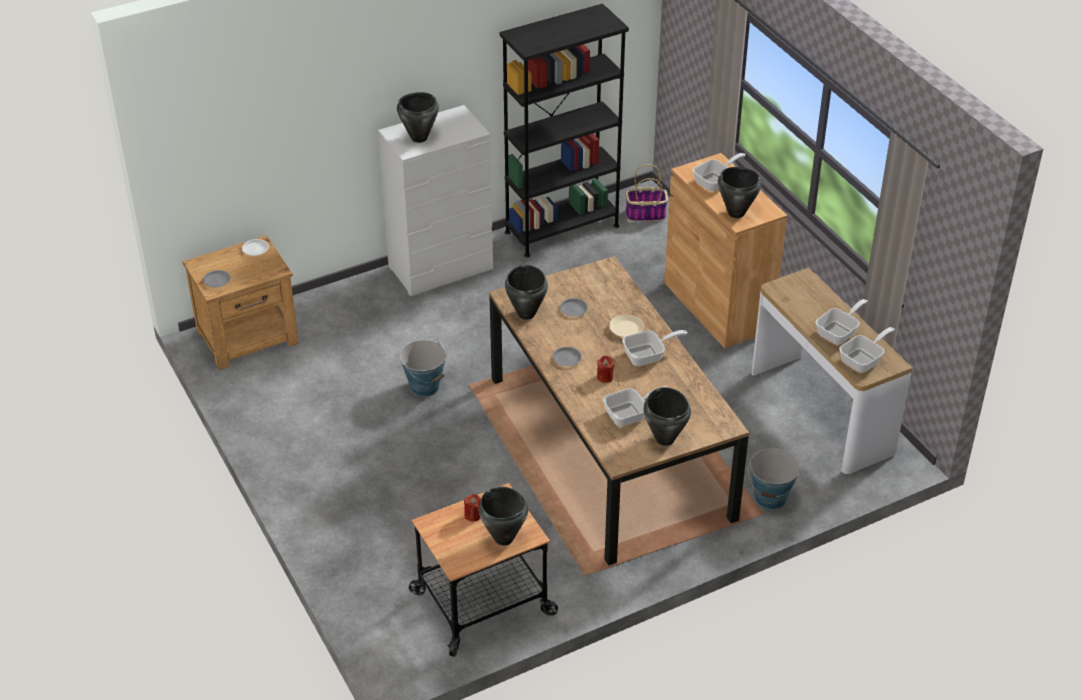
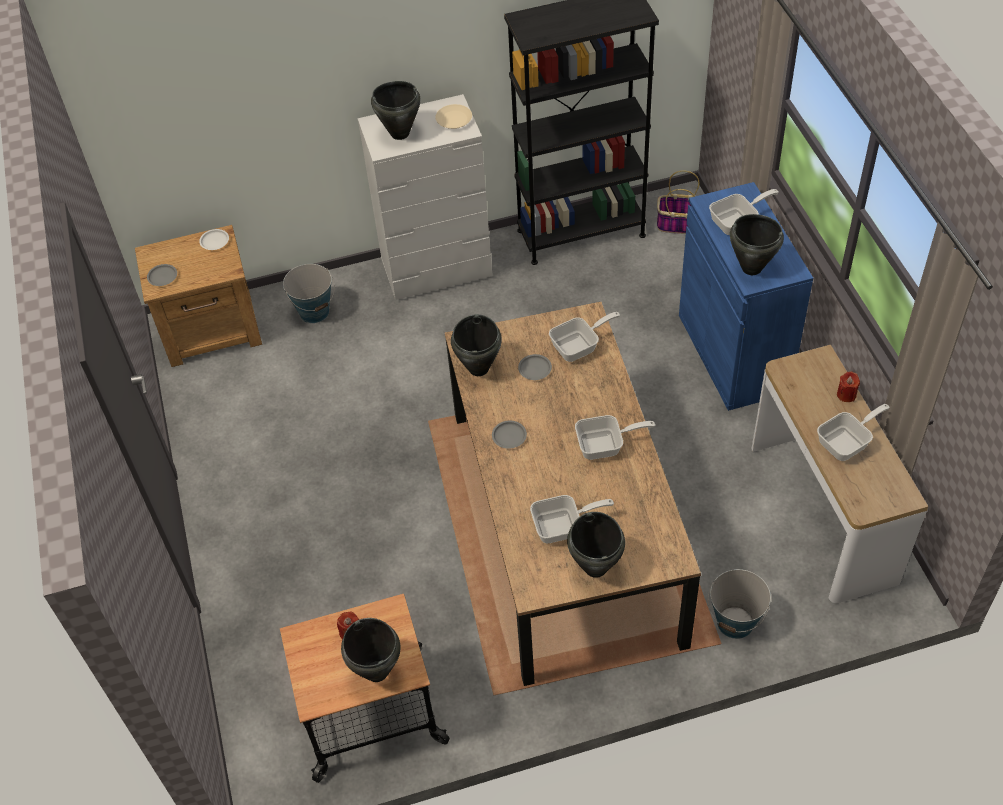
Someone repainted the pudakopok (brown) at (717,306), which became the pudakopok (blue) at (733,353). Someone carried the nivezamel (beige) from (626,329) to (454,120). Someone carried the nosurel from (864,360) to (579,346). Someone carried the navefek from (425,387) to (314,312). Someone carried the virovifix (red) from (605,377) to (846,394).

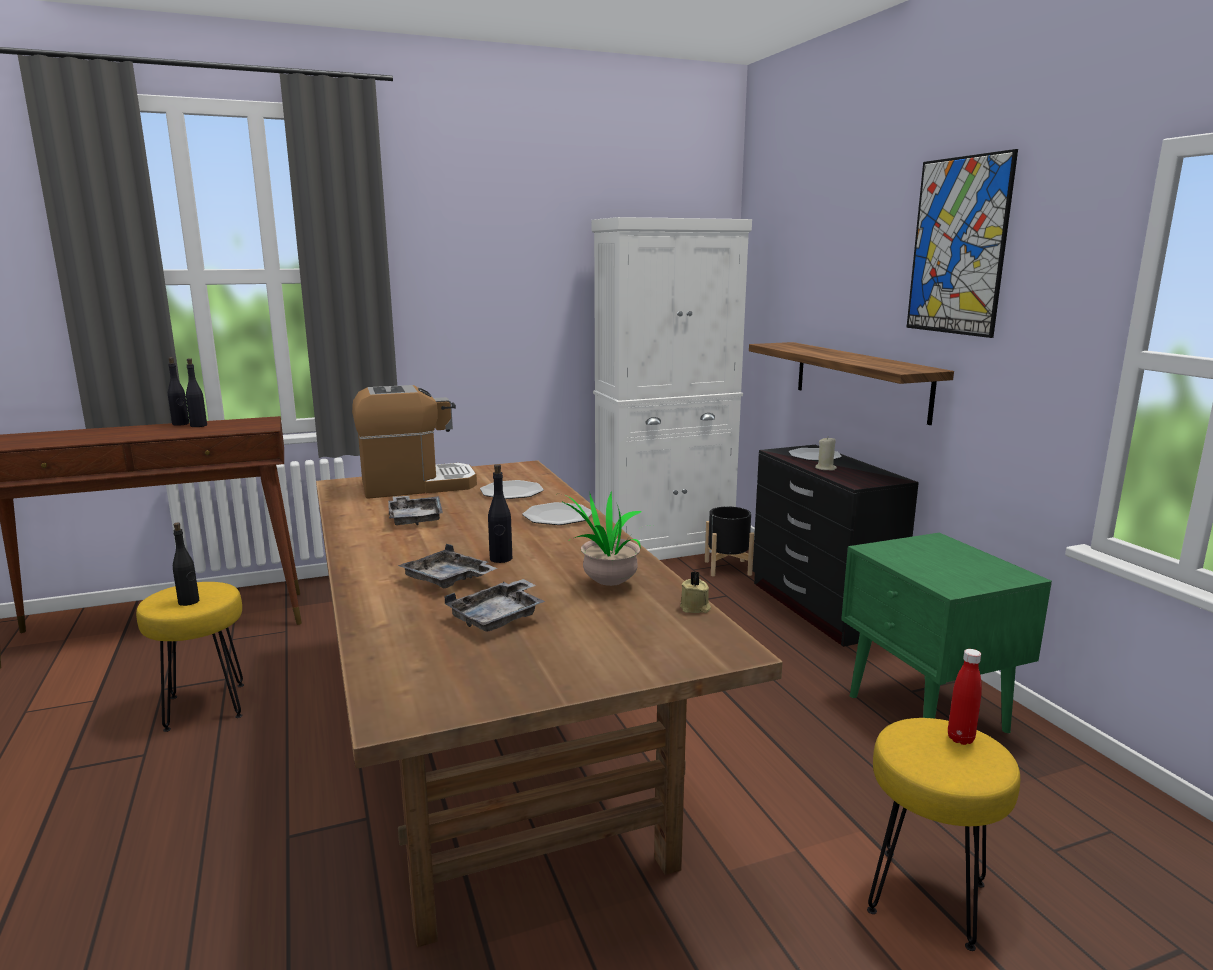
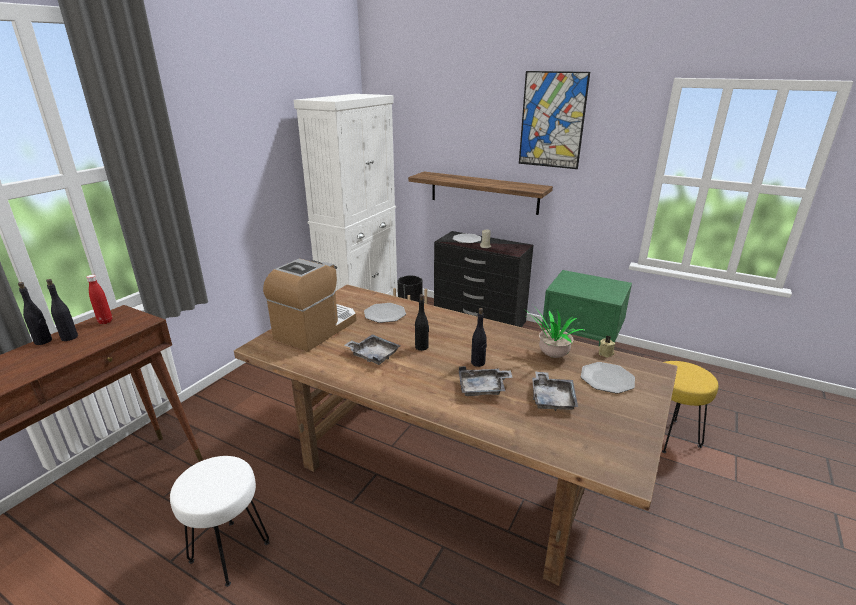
Someone carried the nivezamel from (558,516) to (607,379). Someone carried the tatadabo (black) from (189,602) to (422,347). Someone repainted the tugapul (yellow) at (204,706), which became the tugapul (white) at (228,552). Someone carried the tatadabo (red) from (960,738) to (105,321).

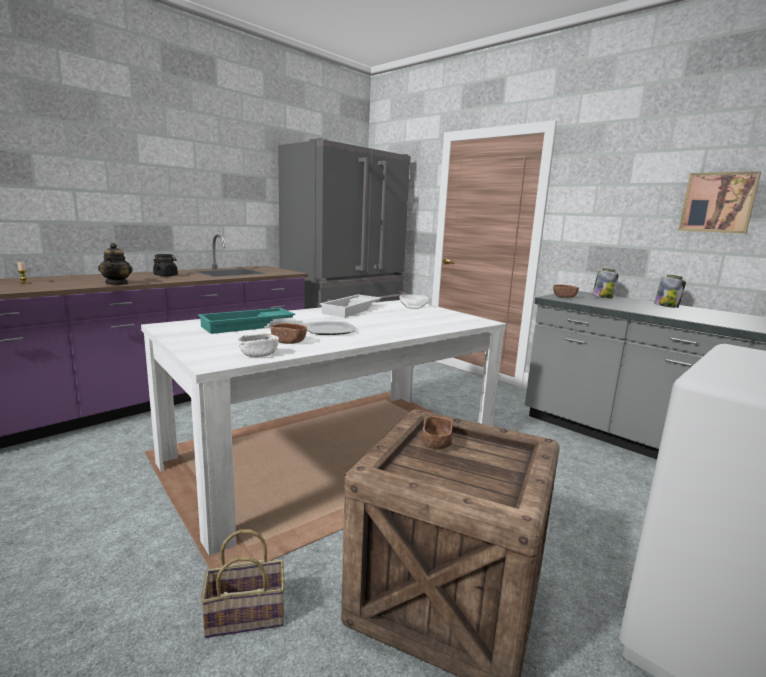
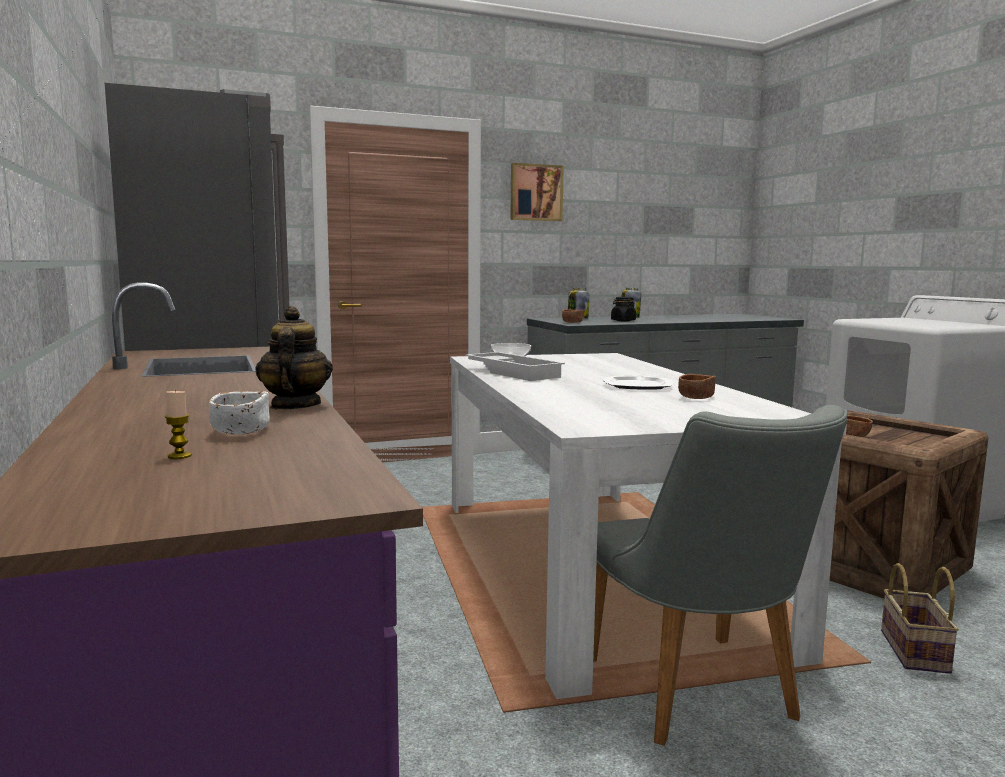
Someone carried the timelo from (718,202) to (535,192). Someone rotated the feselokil at (117,283) by 105 degrees counterclockwise. Someone carried the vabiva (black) from (166,275) to (623,320). Someone took away the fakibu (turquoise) at (247,326). Someone carried the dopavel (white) from (258,355) to (241,431). Someone put down the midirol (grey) at (700,698).

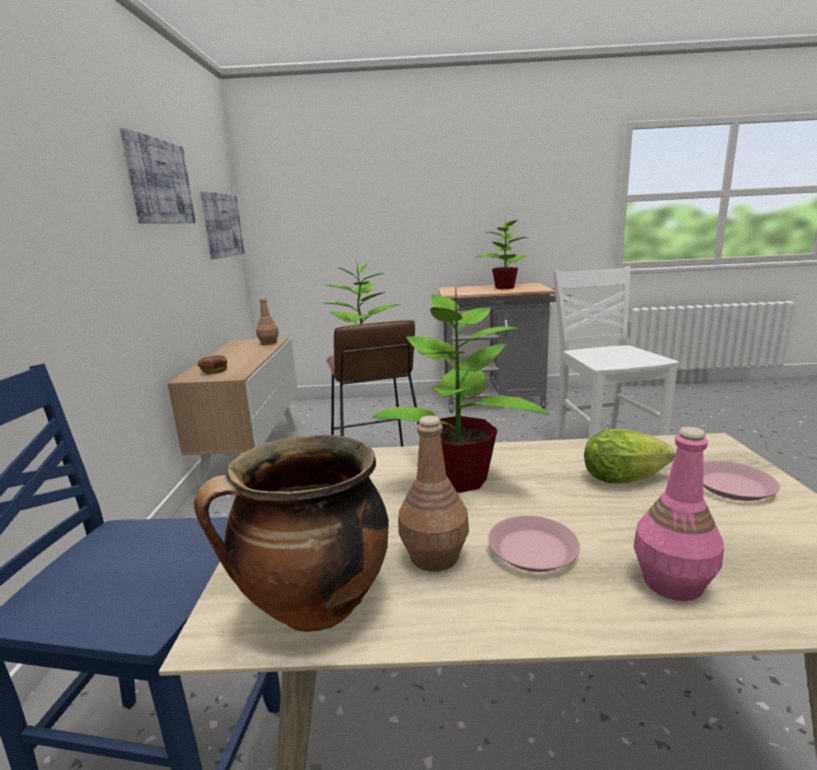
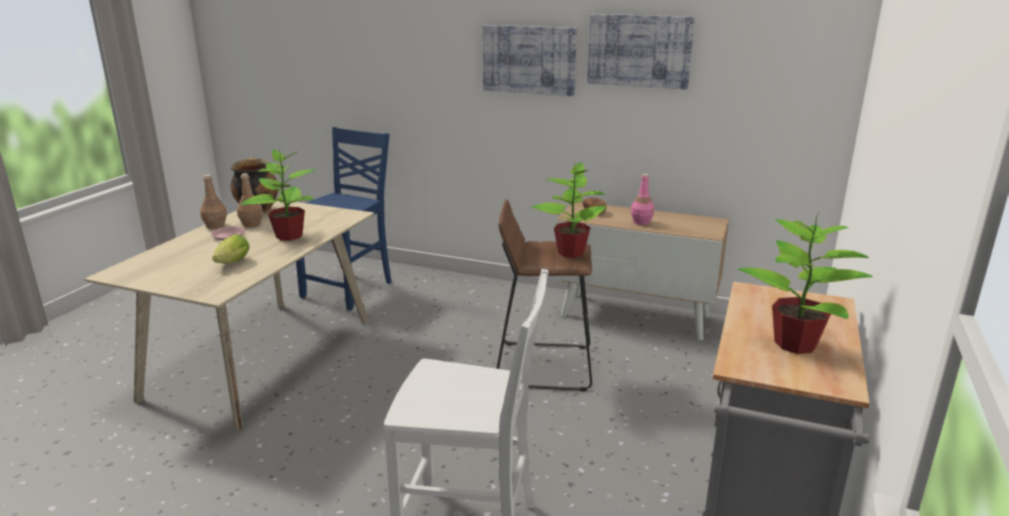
Someone carried the timelo from (222,225) to (529,59). Someone carried the tatadabo (brown) from (268,343) to (215,225). Someone carried the tatadabo (pink) from (671,582) to (641,222). Someone took away the nivezamel (pink) at (732,486).

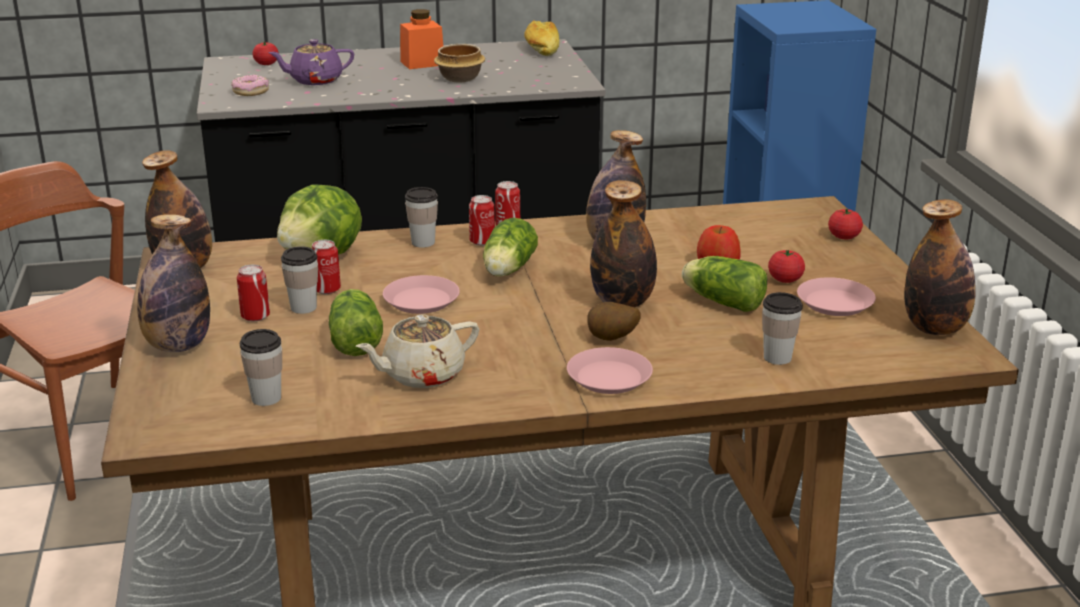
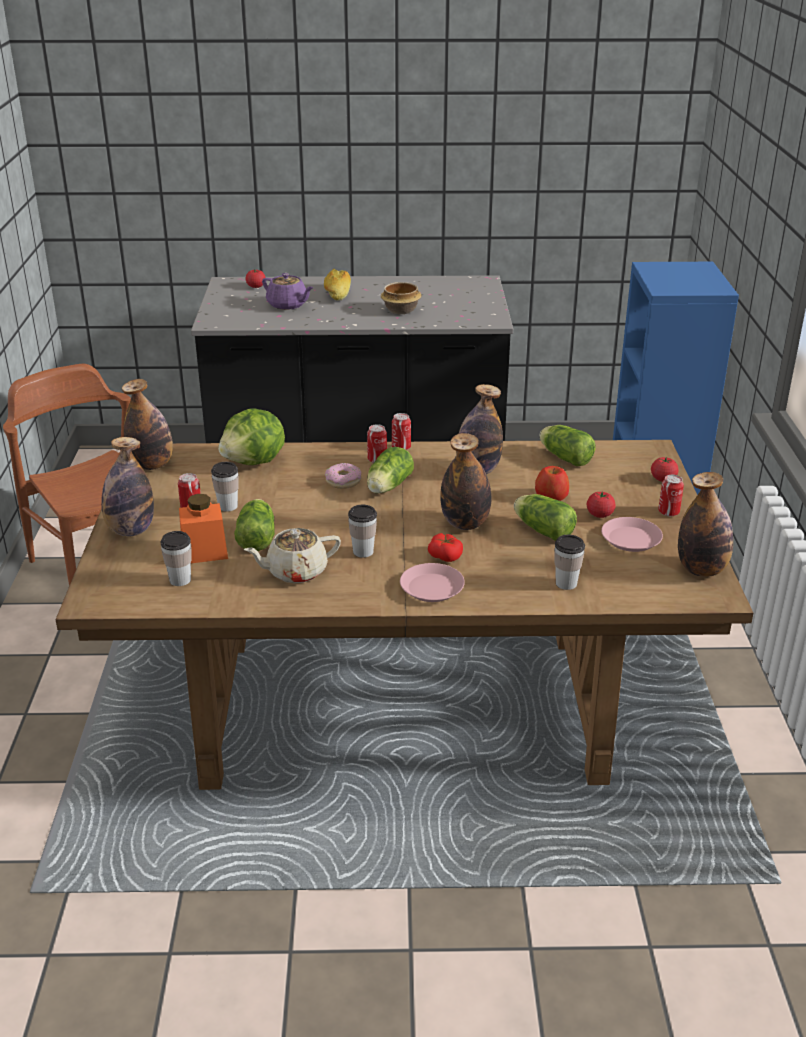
Someone carried the vabiva (orange) from (422,63) to (204,552). Someone carried the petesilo from (541,50) to (337,294). Someone rotated the feselokil (purple) at (315,80) by 135 degrees counterclockwise. Someone carried the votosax from (250,91) to (343,481). Someone carried the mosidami from (423,242) to (363,552). Someone carried the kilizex from (327,289) to (668,512). Someone took away the nivezamel (pink) at (421,300). Someone swapped the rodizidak at (611,340) for the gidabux at (445,556). Someone put down the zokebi at (564,457).

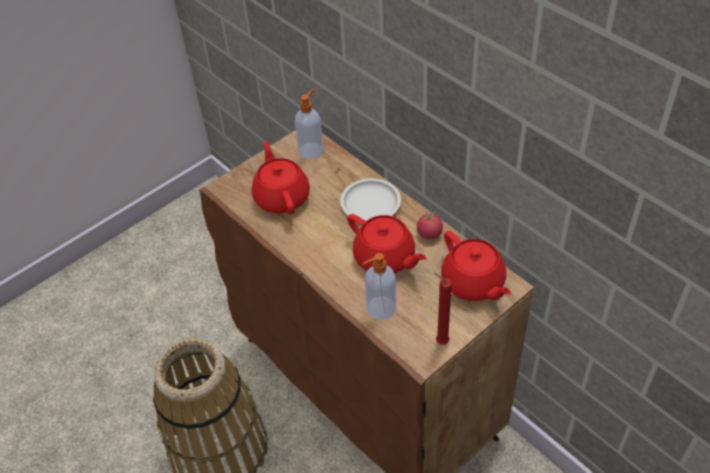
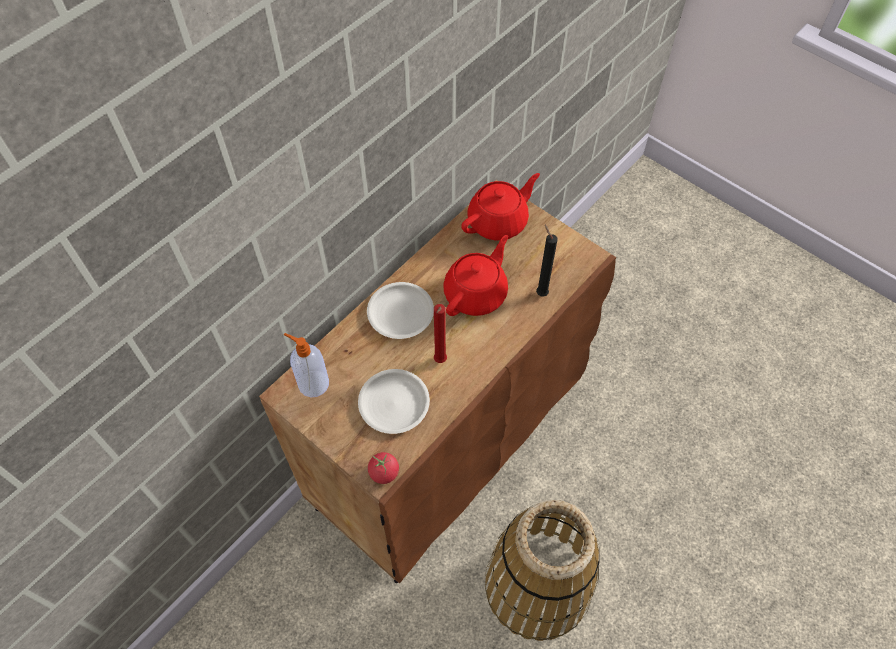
Someone swapped the feselokil (red) at (282,197) for the nivezamel (white) at (394,404). Someone carried the gidabux from (429,233) to (384,472). Someone swapped the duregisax at (380,309) for the virovifix (black) at (540,292). Someone carried the virovifix (red) from (440,341) to (439,362).

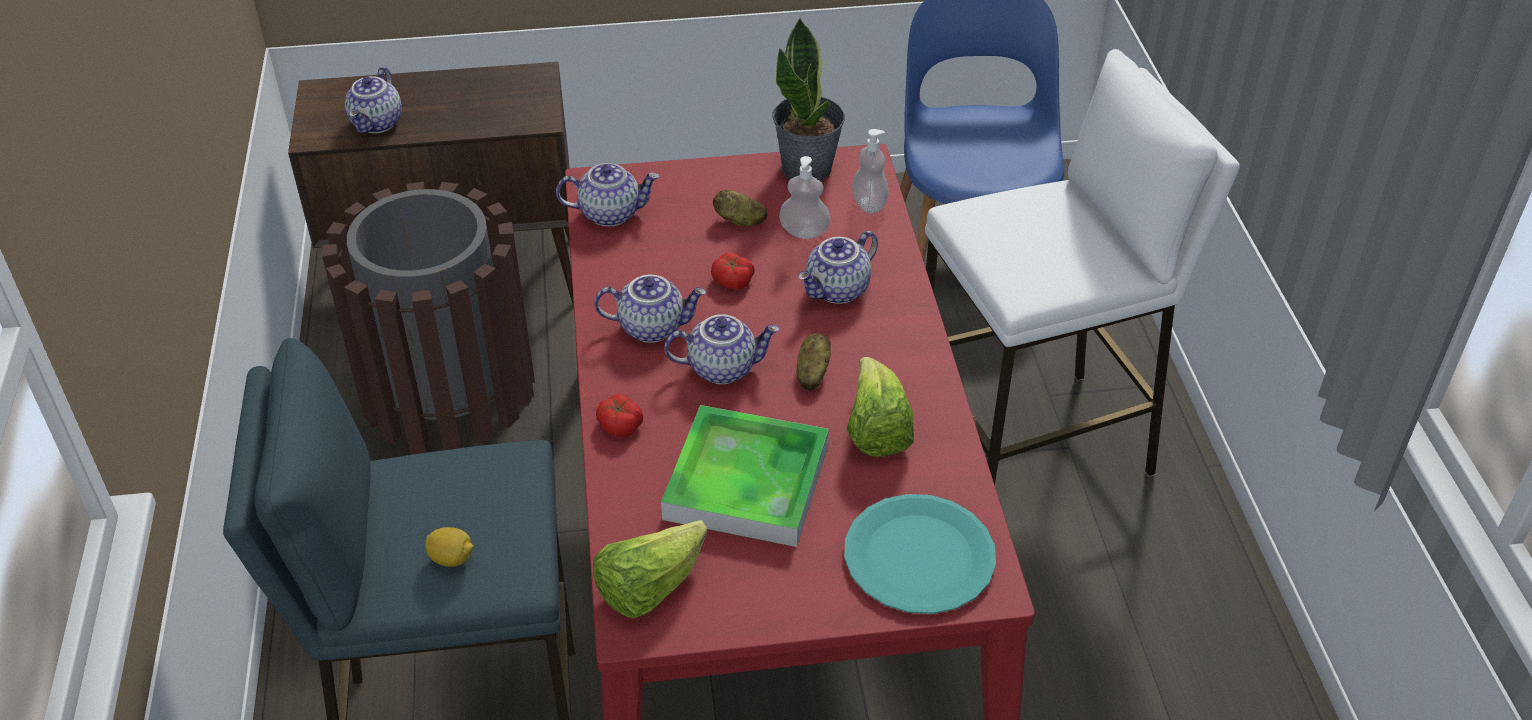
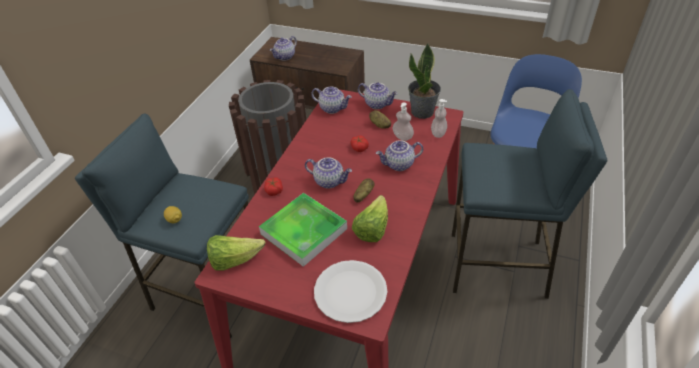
Someone repainted the tugapul (white) at (1034,448), which became the tugapul (blue) at (498,266). Someone carried the feselokil from (652,327) to (377,104). Someone repainted the nivezamel (turquoise) at (919,556), which became the nivezamel (white) at (350,292).

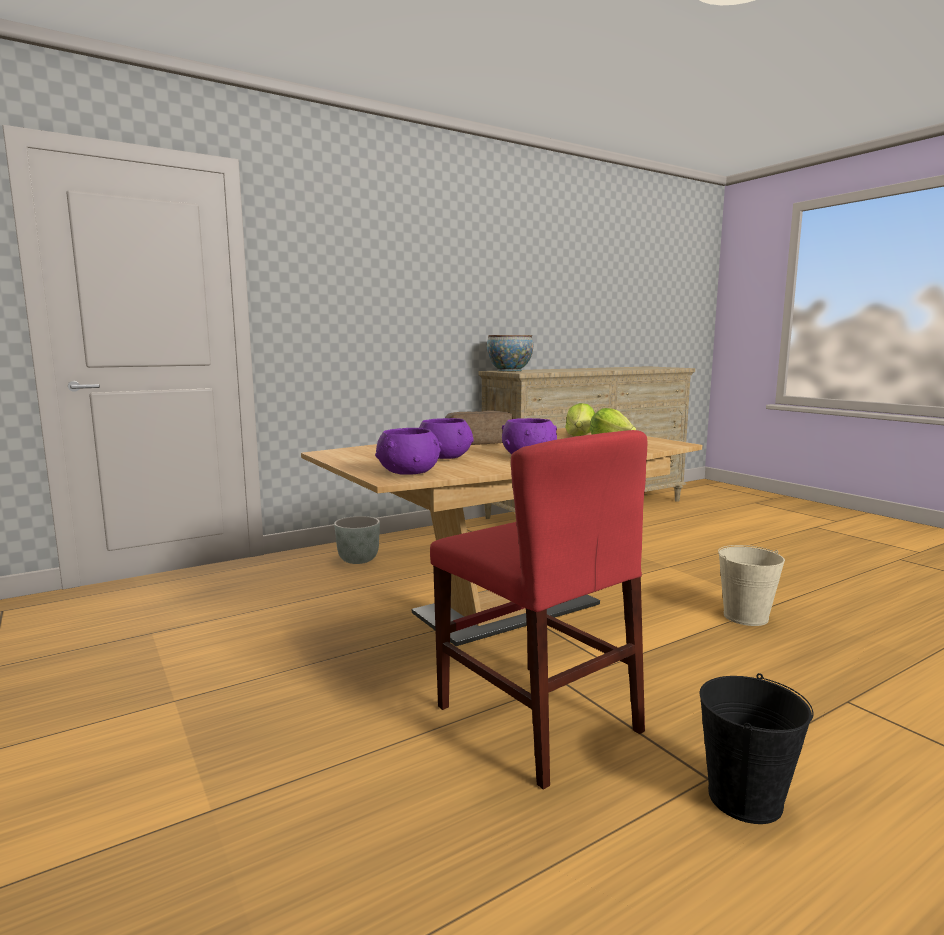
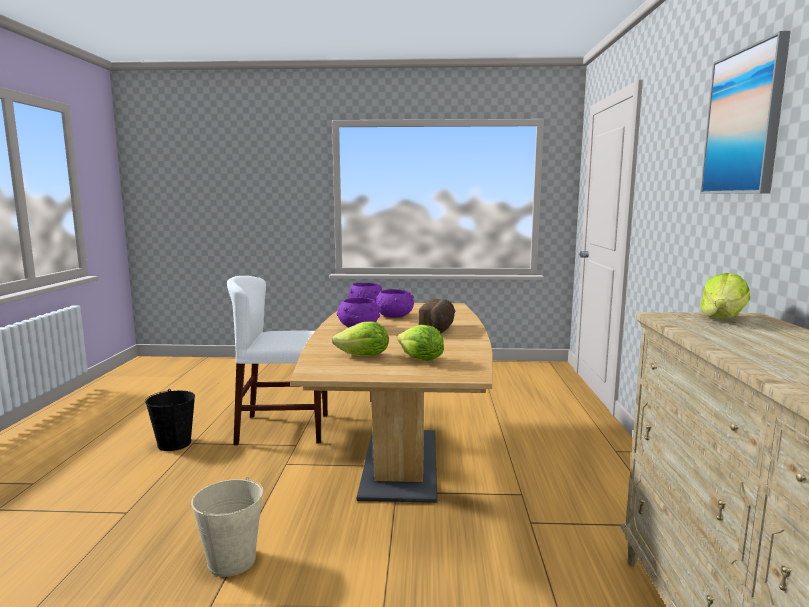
Someone swapped the dopavel at (509,371) for the zokebi at (722,318). Someone repainted the midirol (red) at (537,718), which became the midirol (white) at (284,429). Someone took away the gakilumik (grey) at (358,560). Someone put up the timelo at (744,122).

